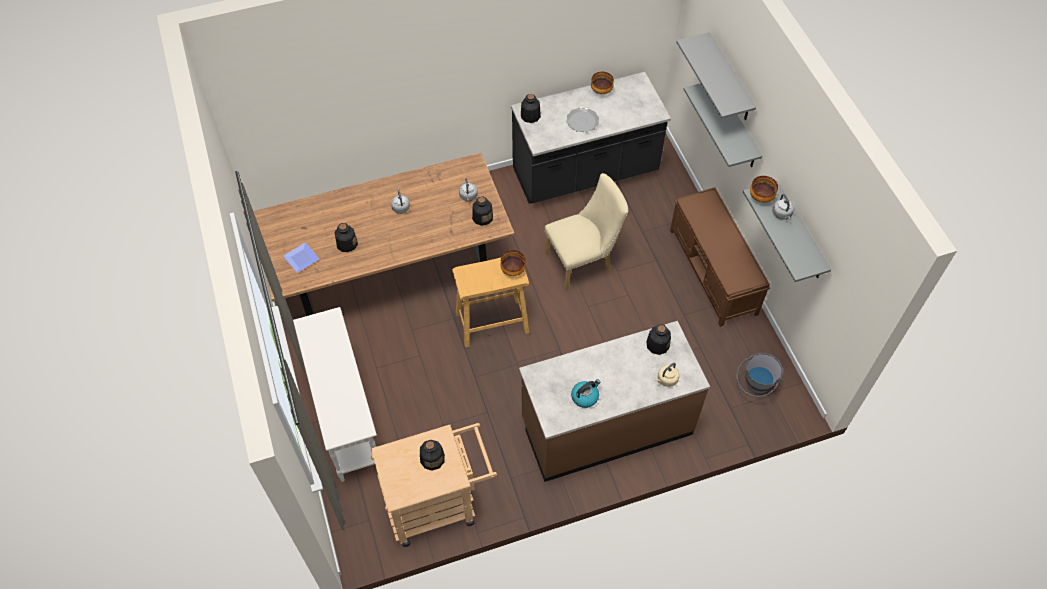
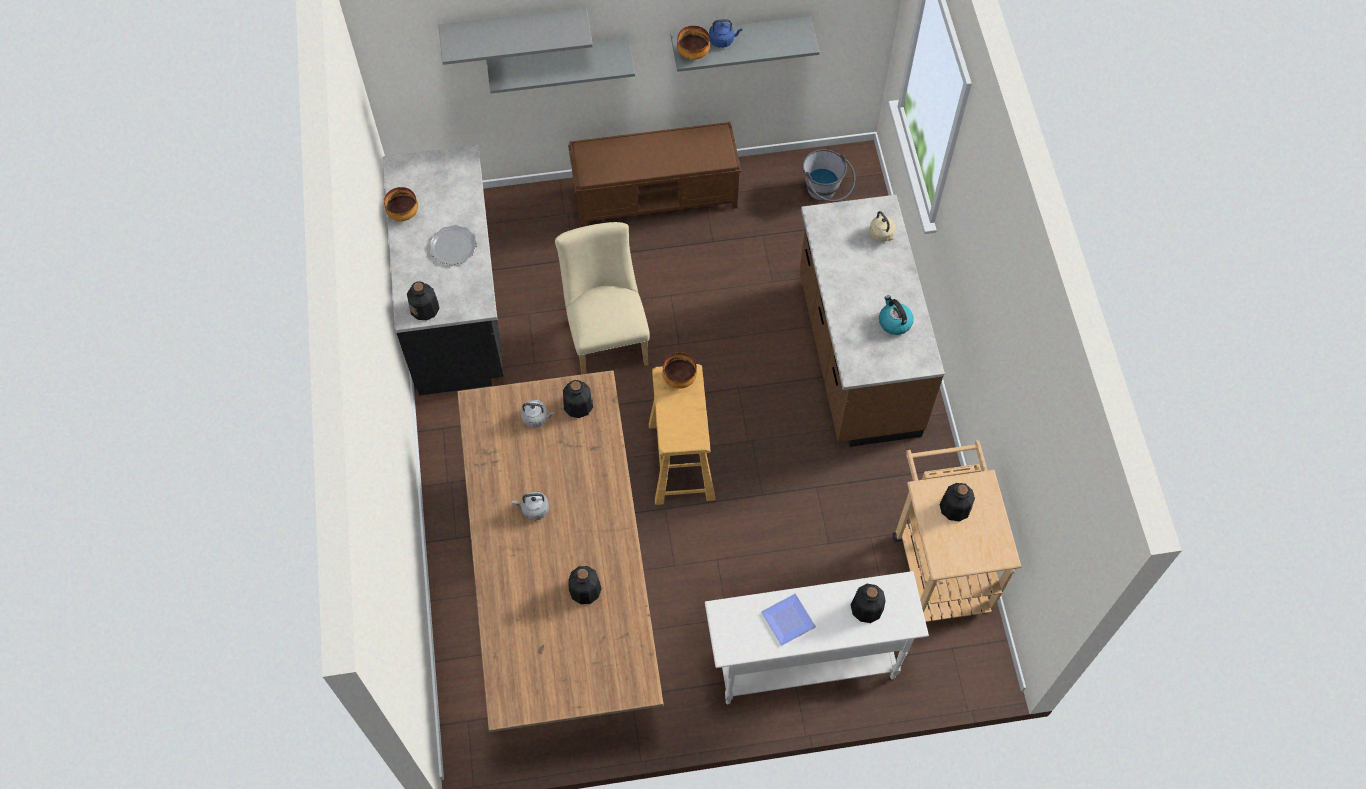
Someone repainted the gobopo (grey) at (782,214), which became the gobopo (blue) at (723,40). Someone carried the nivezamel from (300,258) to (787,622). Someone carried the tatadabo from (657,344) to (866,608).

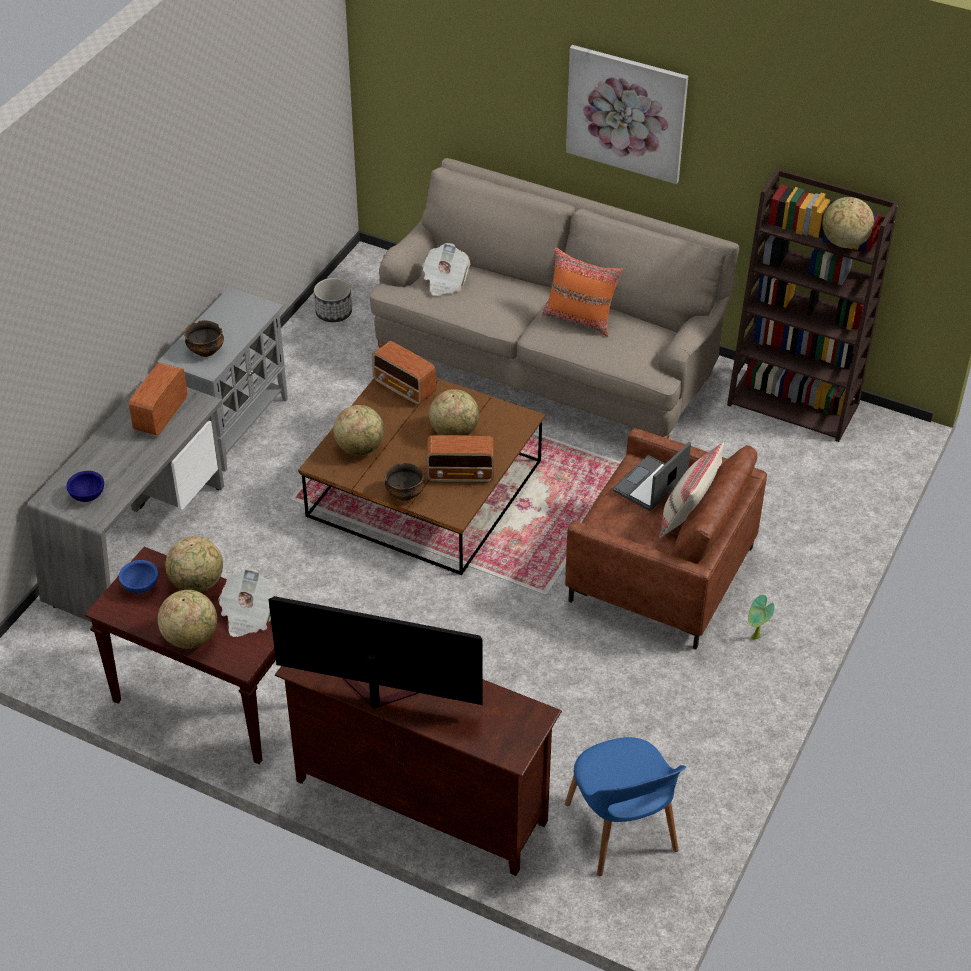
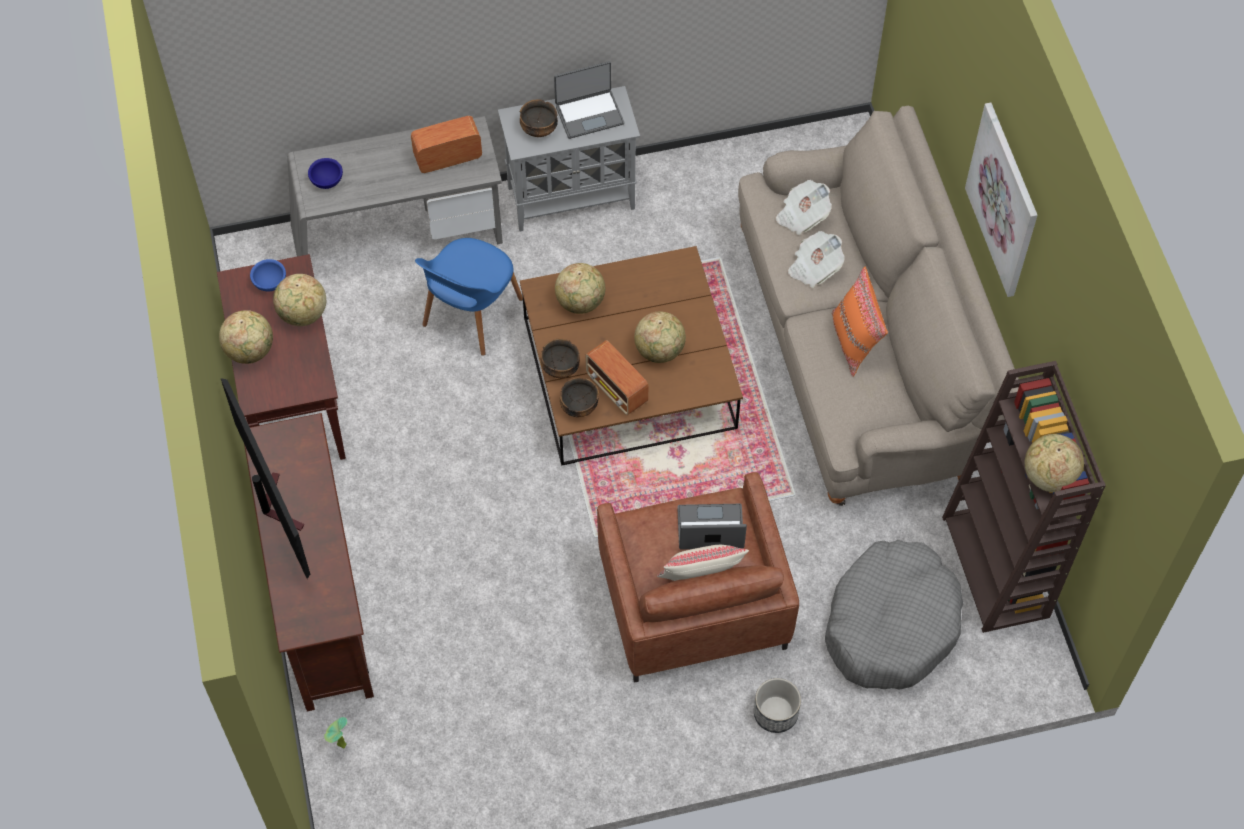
Someone carried the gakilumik from (334,313) to (775,713). Someone took away the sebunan at (405,388). Someone carried the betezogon from (248,615) to (814,267). Someone carried the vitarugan from (755,638) to (340,746). Someone carried the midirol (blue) from (621,830) to (471,314). Someone put down the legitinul at (589,114). Someone put down the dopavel at (579,406). Someone put down the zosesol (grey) at (891,624).

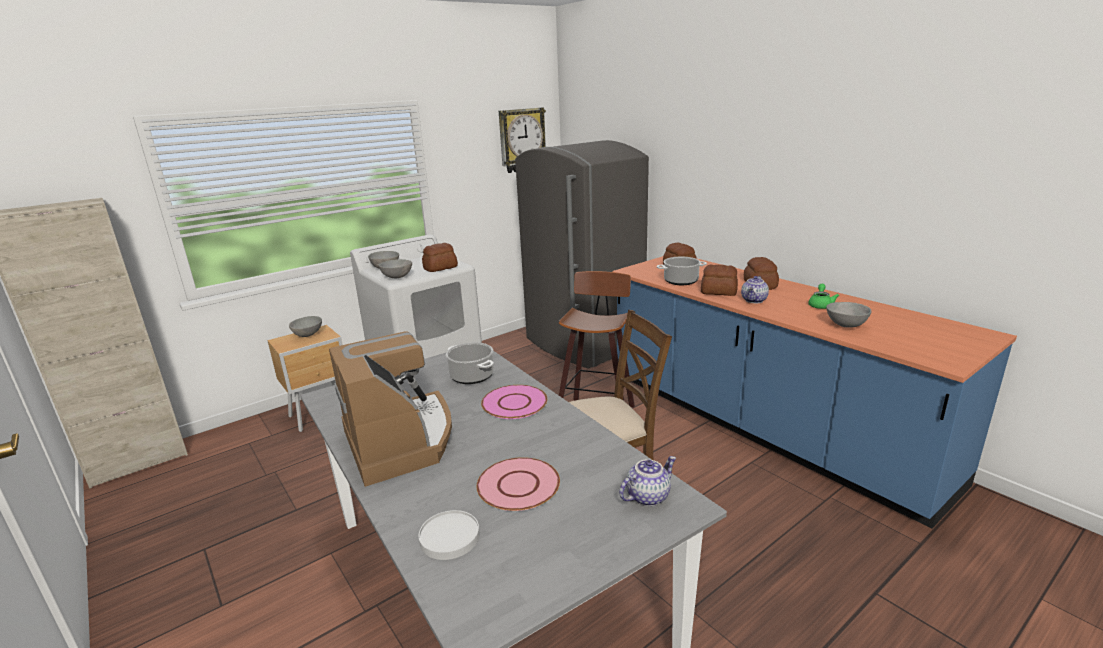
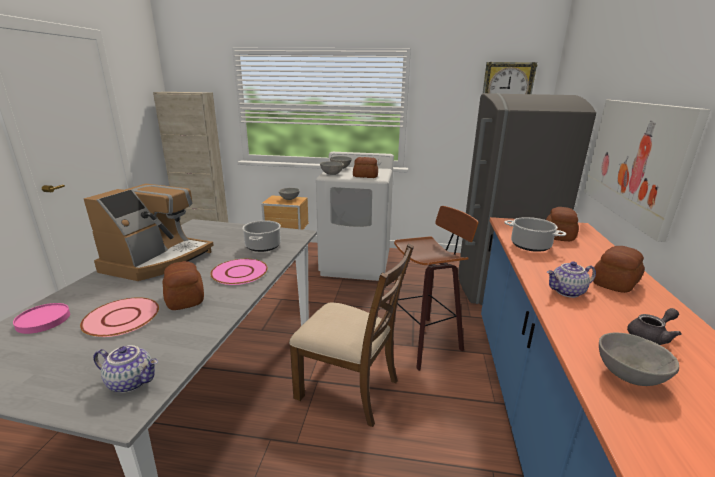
Someone carried the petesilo from (719,292) to (184,298). Someone repainted the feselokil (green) at (820,305), which became the feselokil (grey) at (651,336). Someone repainted the nivezamel (white) at (449,537), which became the nivezamel (pink) at (43,320). Someone put up the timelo at (635,161).

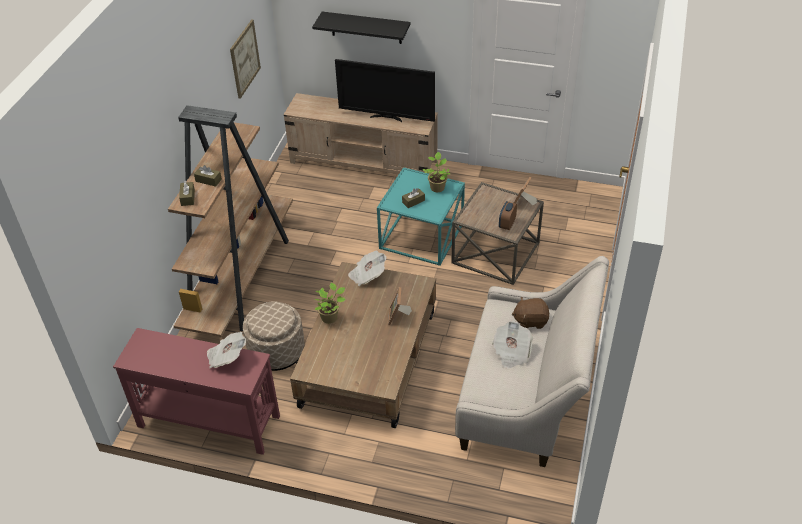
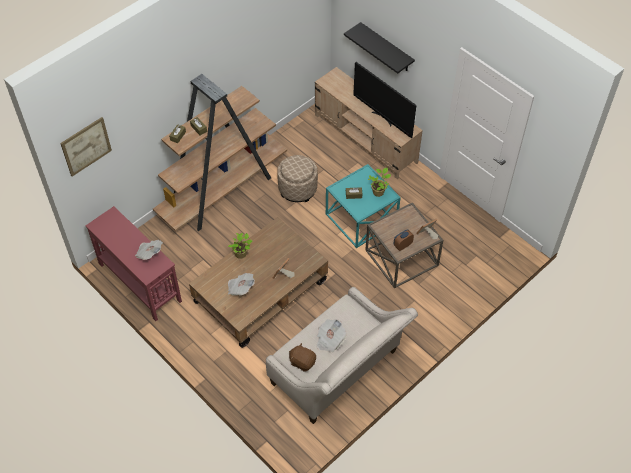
Someone carried the timelo from (245,58) to (86,146). Someone carried the betezogon from (367,275) to (240,288). Someone carried the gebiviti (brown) from (530,320) to (302,362). Someone carried the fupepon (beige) from (276,351) to (297,189).

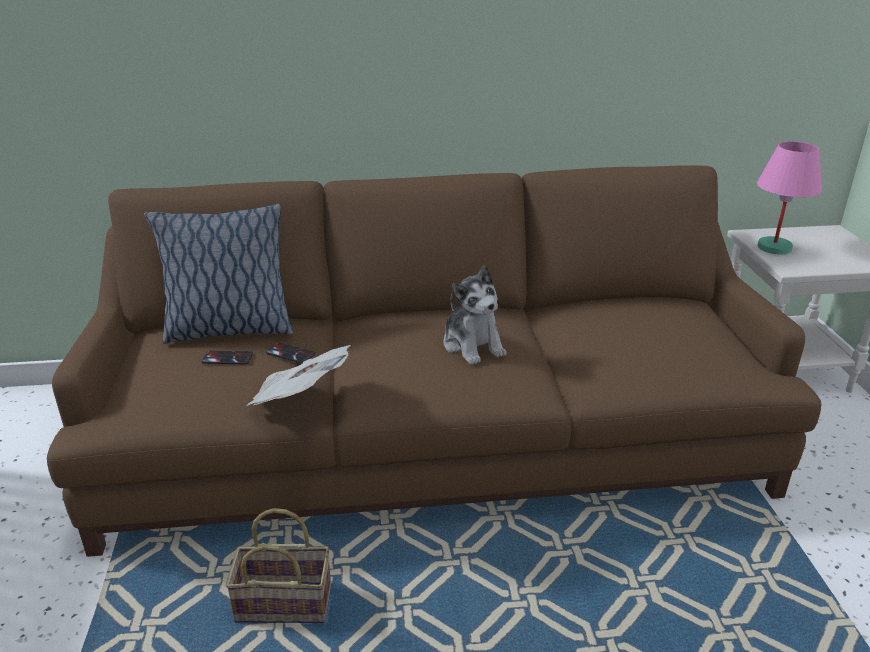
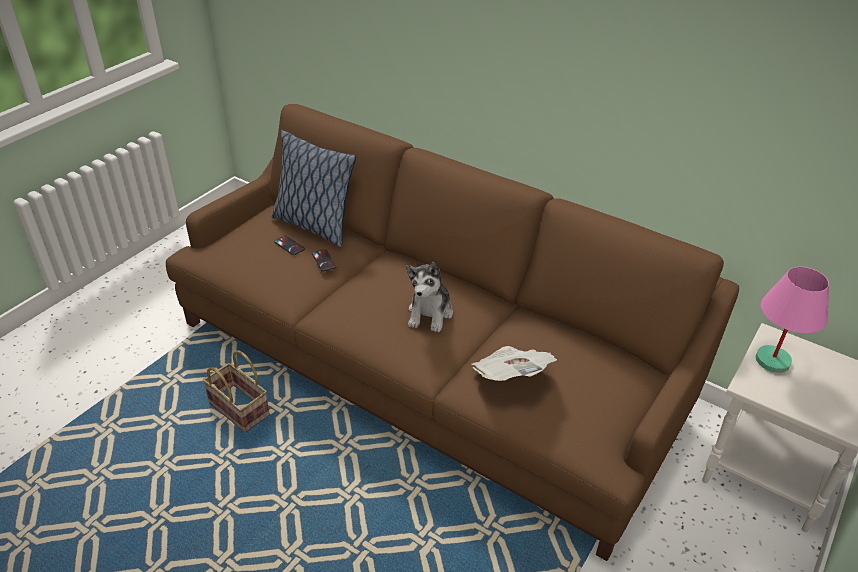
Someone carried the betezogon from (300,399) to (510,377).

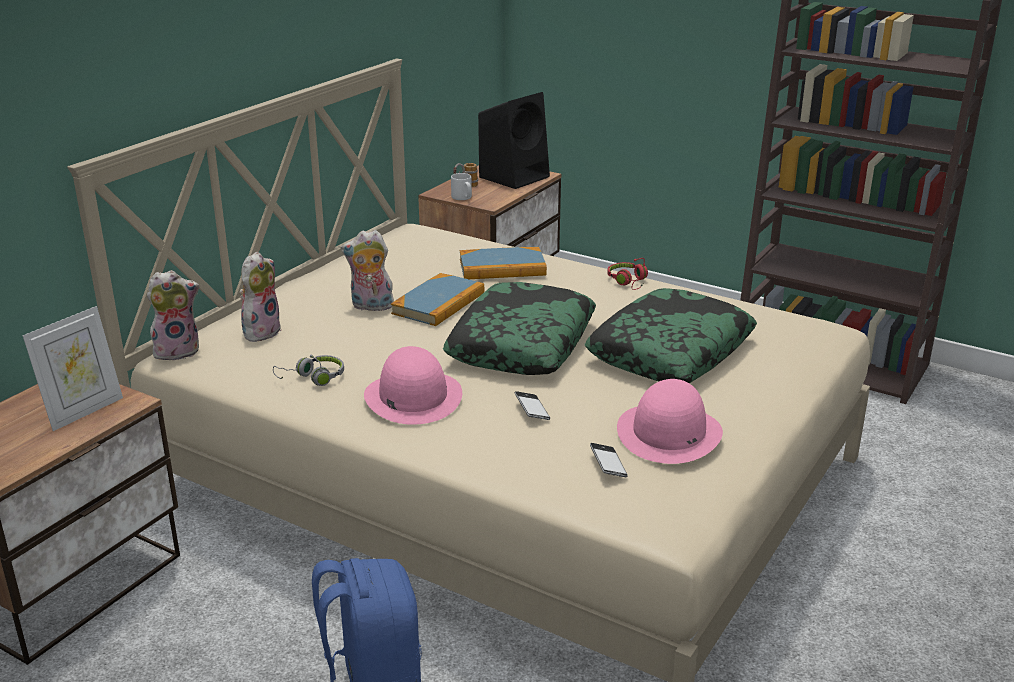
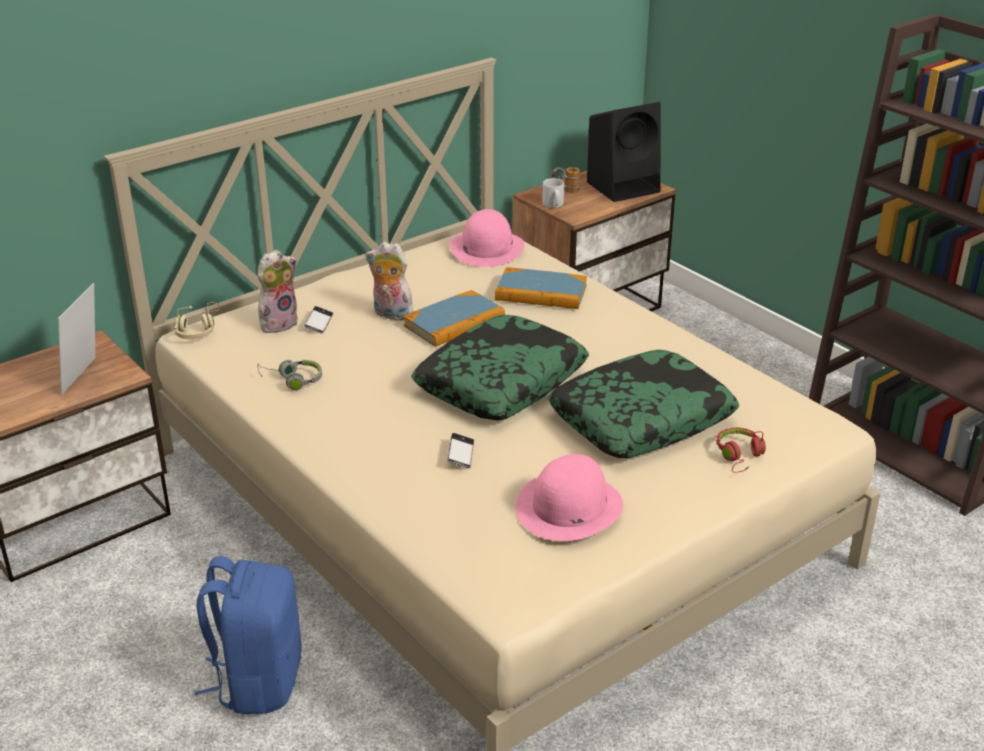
Someone carried the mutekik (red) from (629,282) to (739,456). Someone swapped the gebiviti at (178,351) for the mutekik (beige) at (198,330). Someone rotated the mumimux at (83,411) by 135 degrees clockwise. Someone carried the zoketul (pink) from (413,396) to (487,248). Someone carried the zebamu from (608,464) to (319,323).

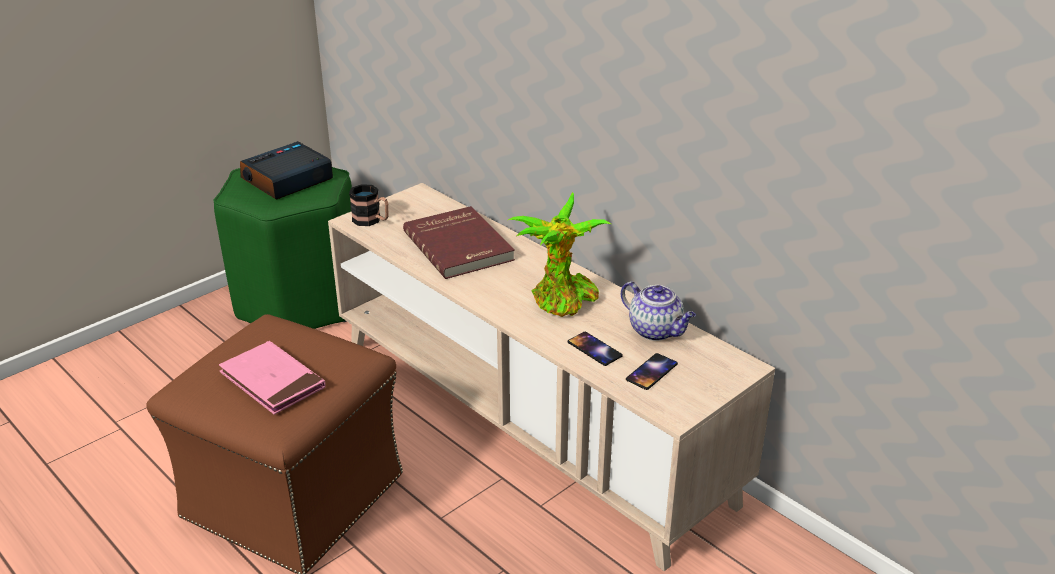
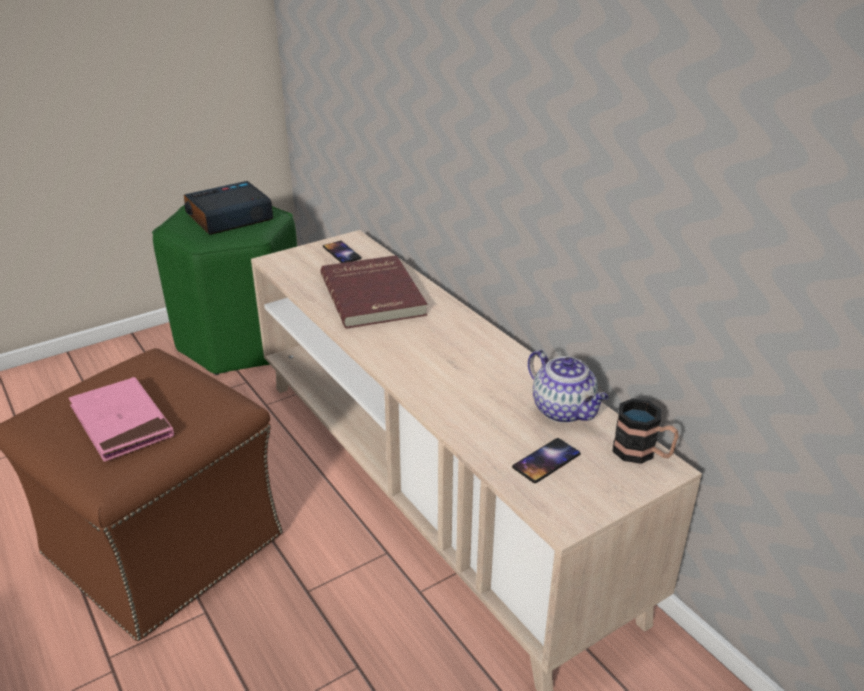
Someone carried the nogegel from (371,220) to (642,453). Someone took away the vitarugan at (562,302). Someone carried the zebamu from (594,349) to (341,253).

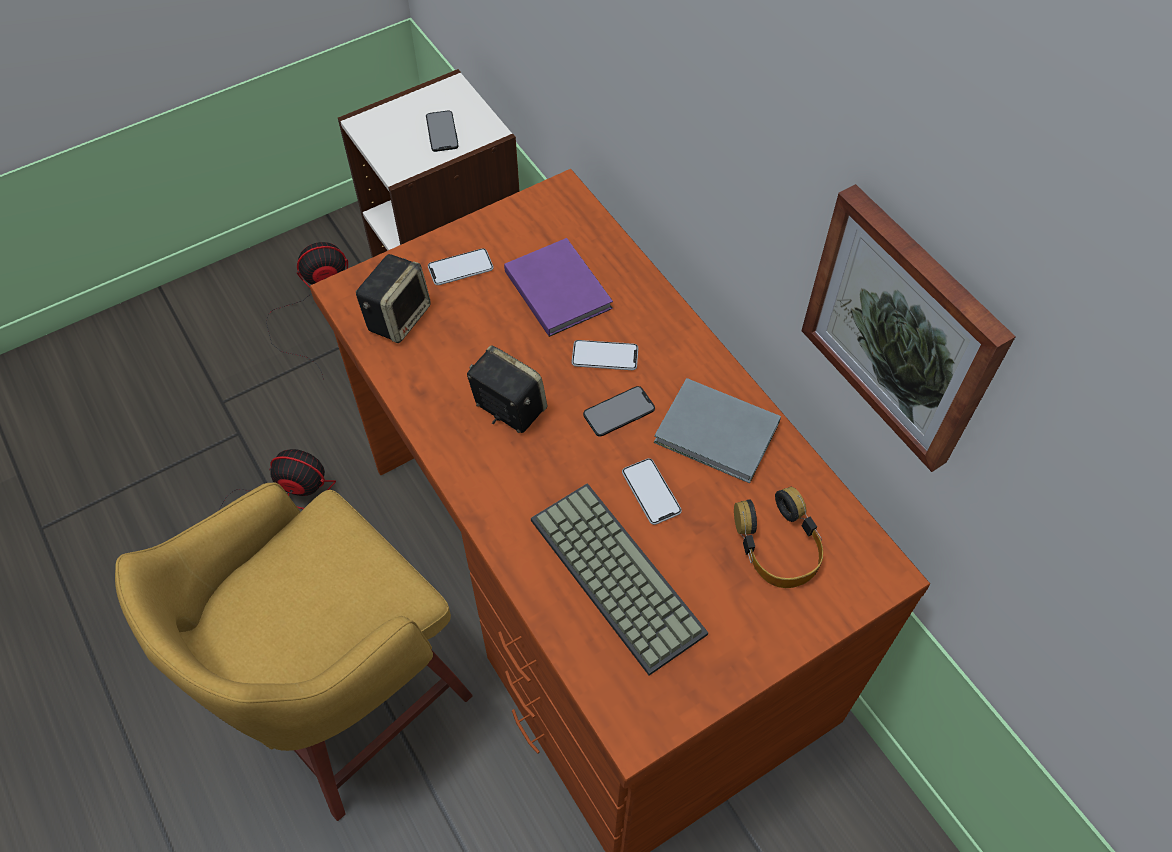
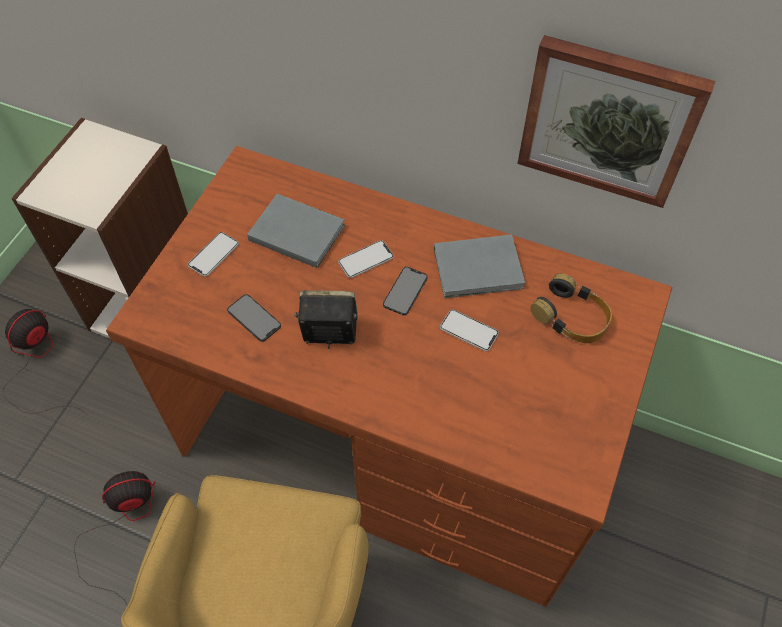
Someone carried the zebamu from (442,131) to (254,318). Someone repainted the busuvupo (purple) at (558,287), which became the busuvupo (grey) at (295,231). Someone took away the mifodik at (398,316). Someone took away the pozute at (612,576).

